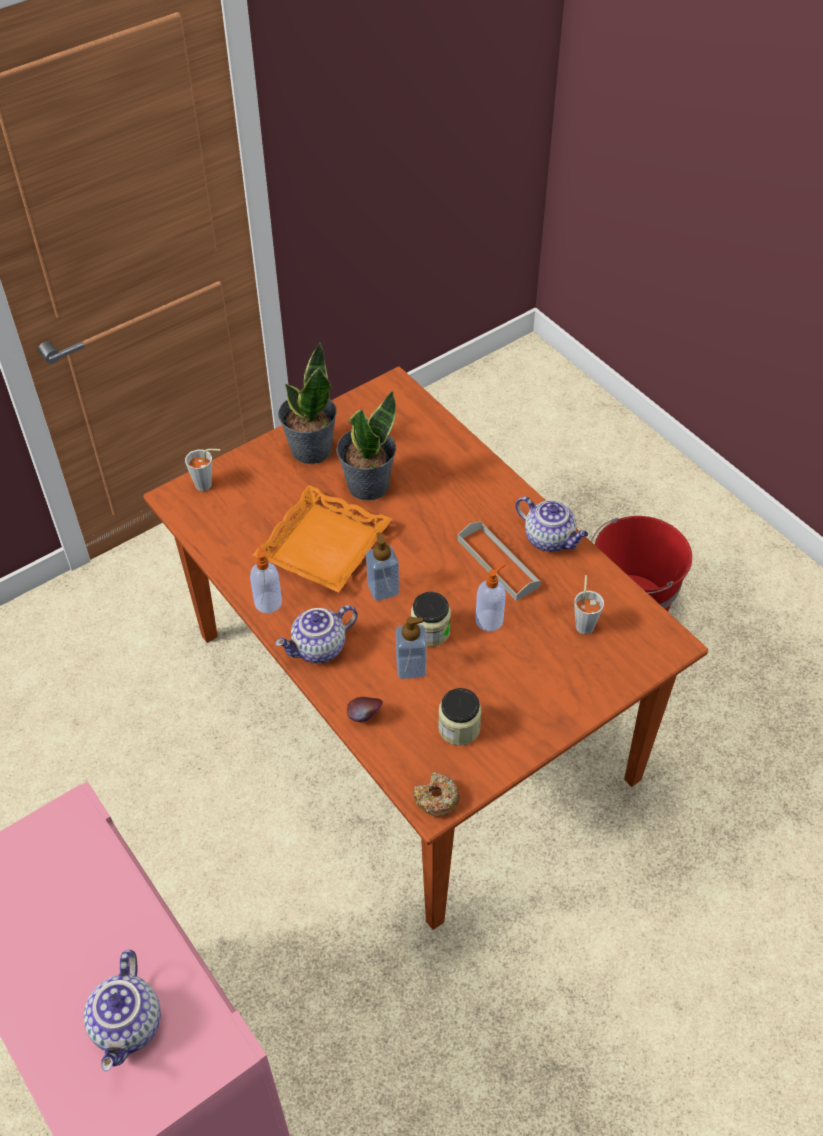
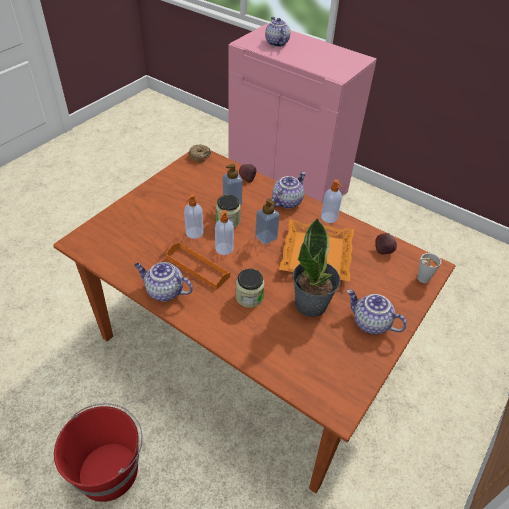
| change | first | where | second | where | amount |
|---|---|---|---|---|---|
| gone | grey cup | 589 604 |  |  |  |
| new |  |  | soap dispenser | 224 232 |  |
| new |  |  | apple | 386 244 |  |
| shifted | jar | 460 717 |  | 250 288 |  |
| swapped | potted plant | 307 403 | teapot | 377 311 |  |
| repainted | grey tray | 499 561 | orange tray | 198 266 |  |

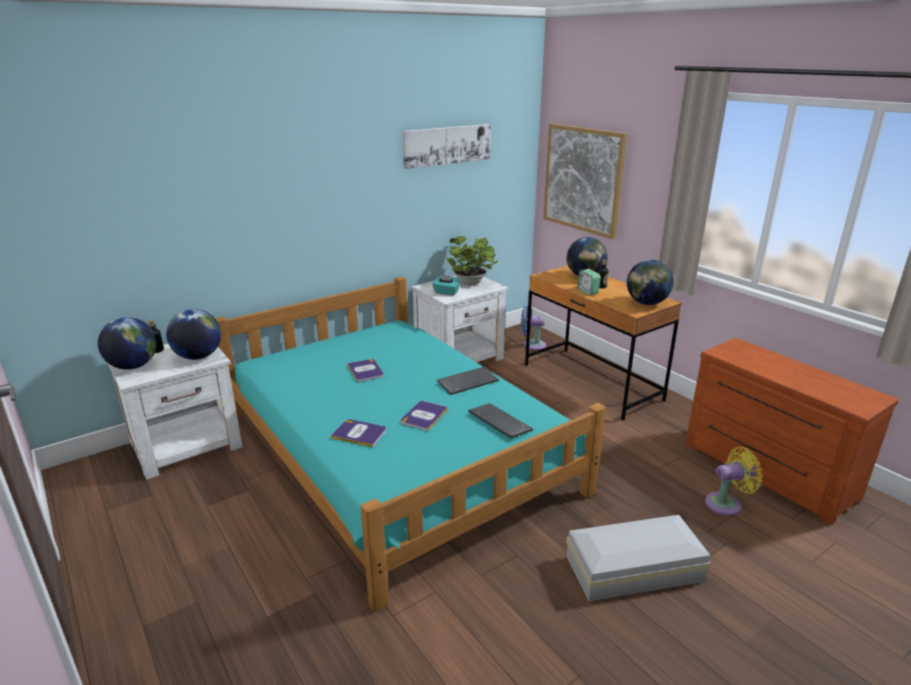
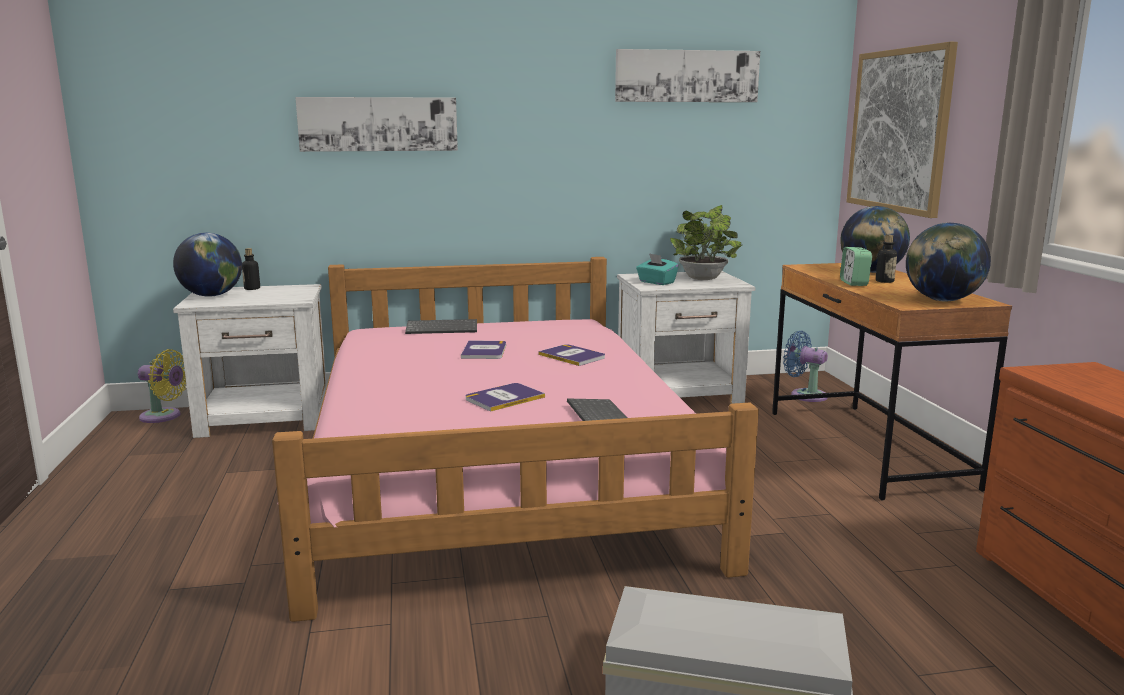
| change | first | where | second | where | amount |
|---|---|---|---|---|---|
| gone | globe | 193 334 |  |  |  |
| new |  |  | picture | 376 124 |  |
| shifted | book | 358 433 |  | 571 355 |  |
| shifted | keyboard | 468 380 |  | 441 326 |  |
| shifted | yellow fan | 734 481 |  | 162 386 |  |
| repainted | turquoise bed | 410 444 | pink bed | 515 439 |  |

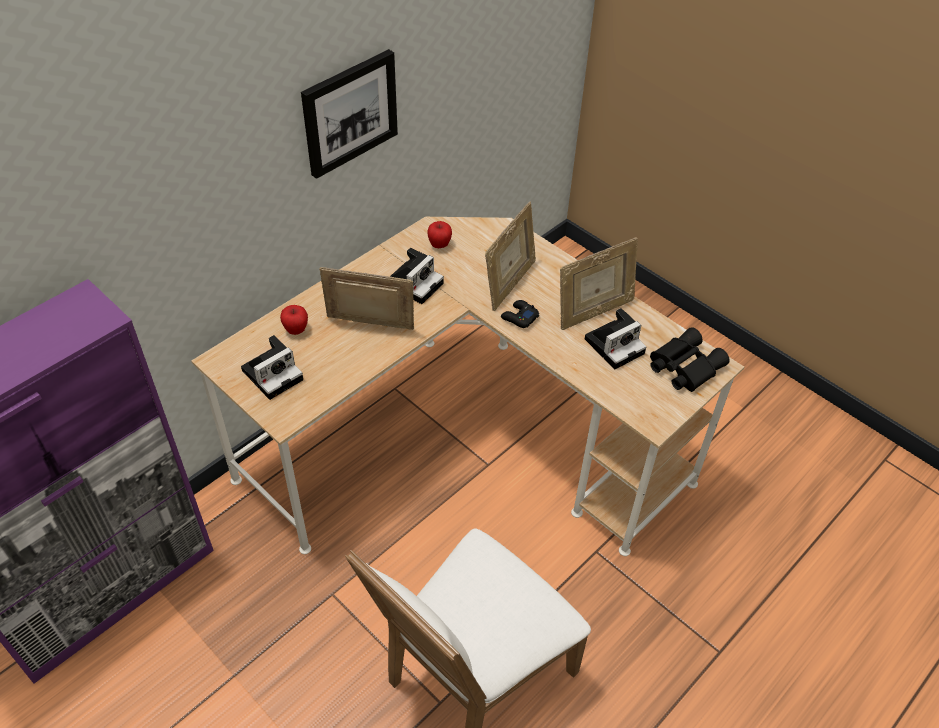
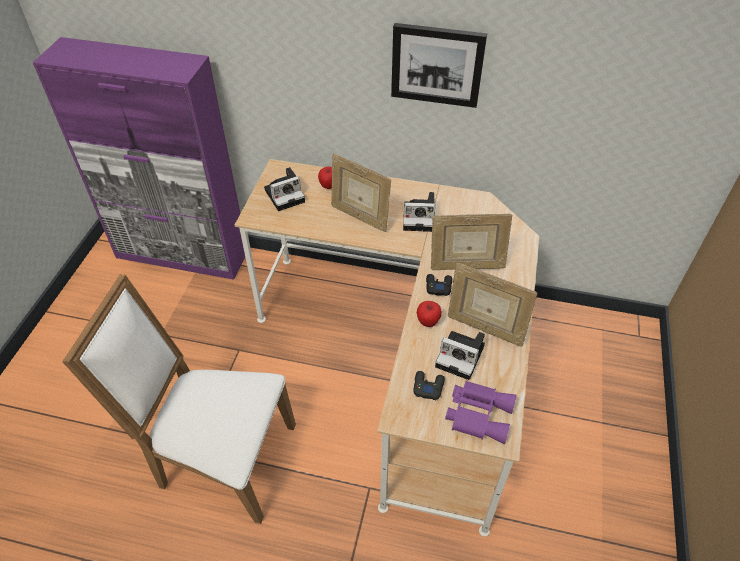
| change | first | where | second | where | amount |
|---|---|---|---|---|---|
| new |  |  | black game controller | 429 385 |  |
| shifted | apple | 440 234 |  | 429 314 |  |
| repainted | black binoculars | 690 359 | purple binoculars | 481 412 |  |
| rotated | photo camera | 272 367 |  | 284 189 | 45 degrees counterclockwise |
| rotated | picture frame | 366 298 |  | 361 192 | 150 degrees clockwise |

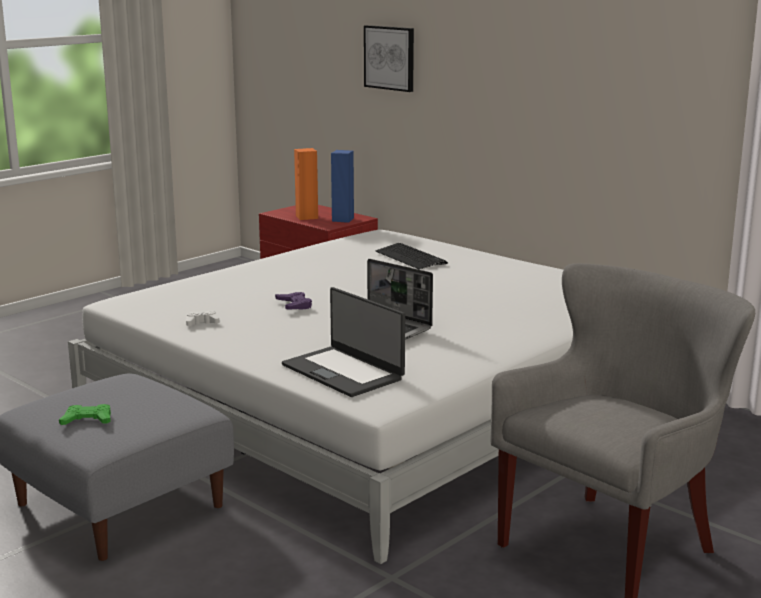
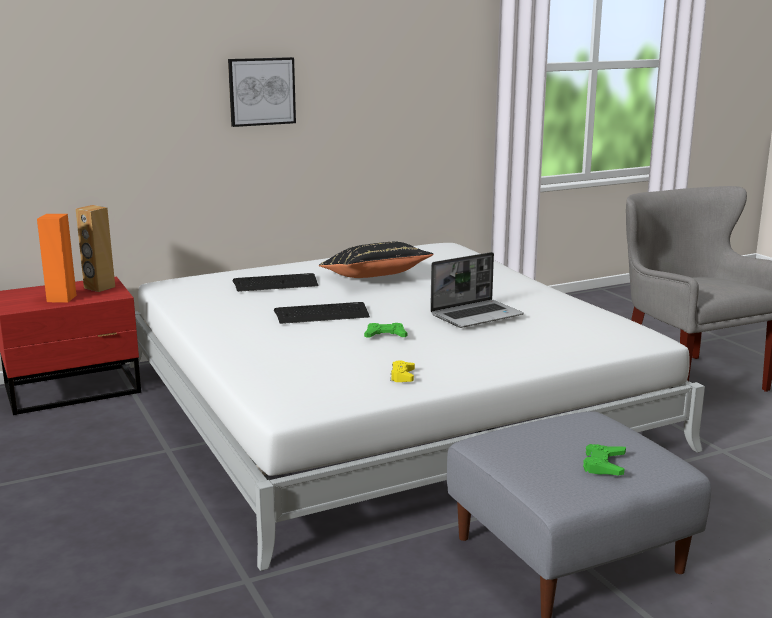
| change | first | where | second | where | amount |
|---|---|---|---|---|---|
| gone | laptop | 343 342 |  |  |  |
| new |  |  | keyboard | 322 313 |  |
| new |  |  | black pillow | 376 259 |  |
| shifted | picture | 389 58 |  | 262 92 |  |
| repainted | white game controller | 202 318 | yellow game controller | 402 371 |  |
| repainted | purple game controller | 293 301 | green game controller | 385 330 |  |
| repainted | blue speaker | 342 186 | brown speaker | 95 248 |  |

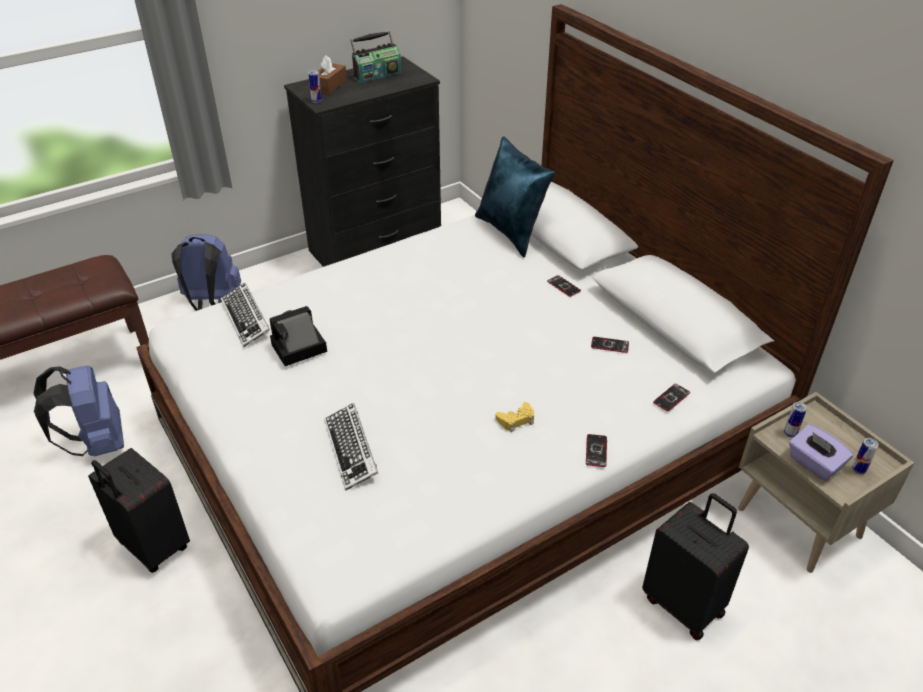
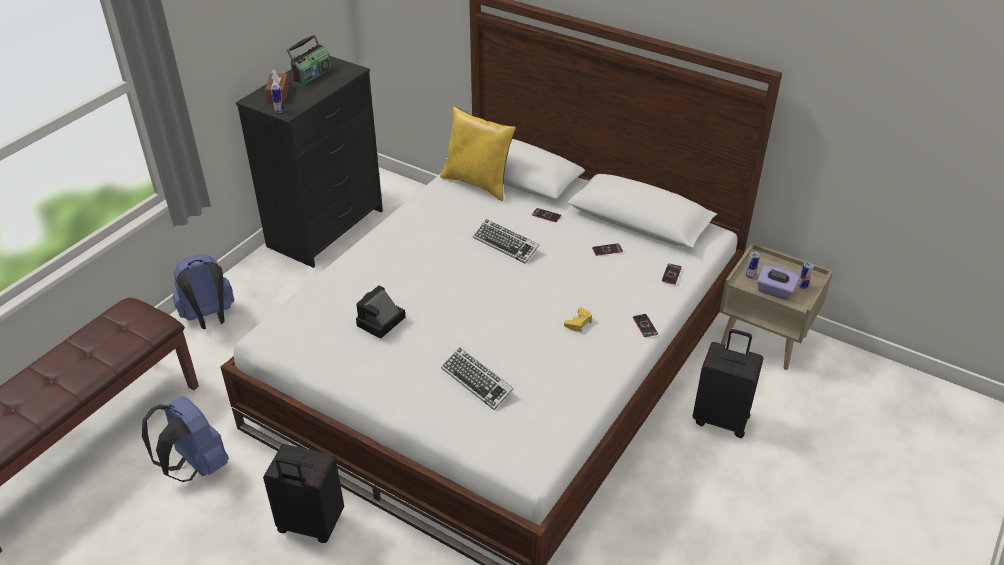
| change | first | where | second | where | amount |
|---|---|---|---|---|---|
| shifted | keyboard | 245 315 |  | 506 241 |  |
| repainted | blue pillow | 515 197 | yellow pillow | 478 153 |  |

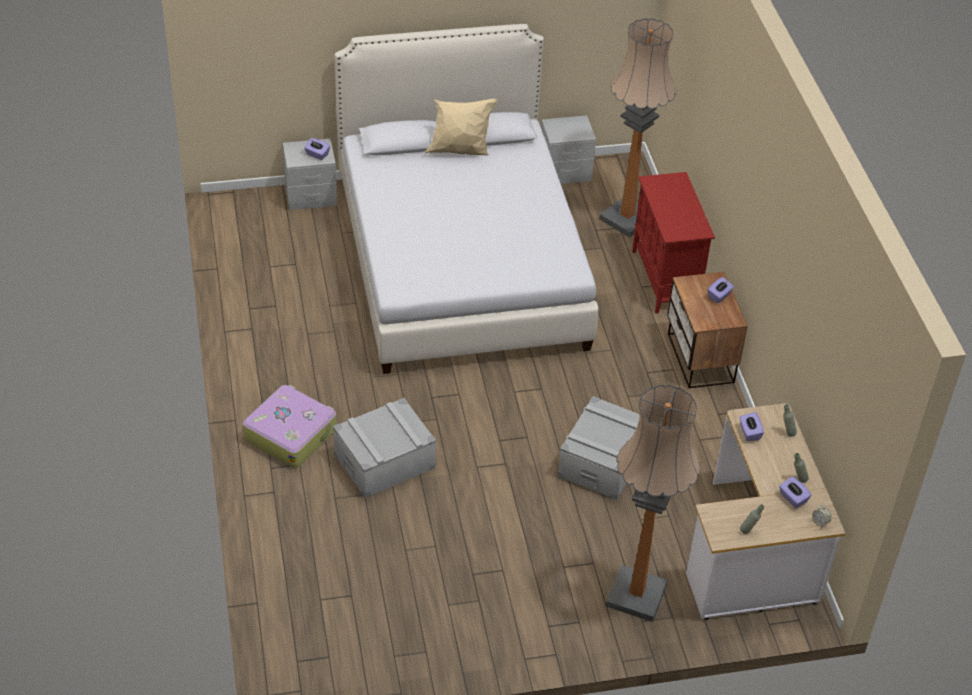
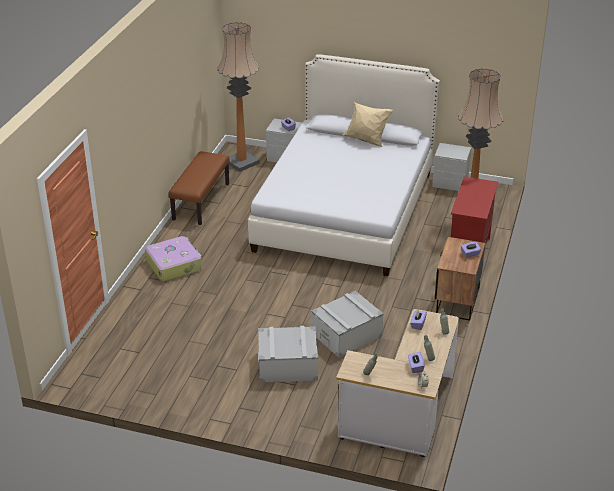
| change | first | where | second | where | amount |
|---|---|---|---|---|---|
| new |  |  | brown bench | 199 188 |  |
| shifted | grey storage box | 384 448 |  | 288 354 |  |
| shifted | floor lamp | 653 503 |  | 238 97 |  |

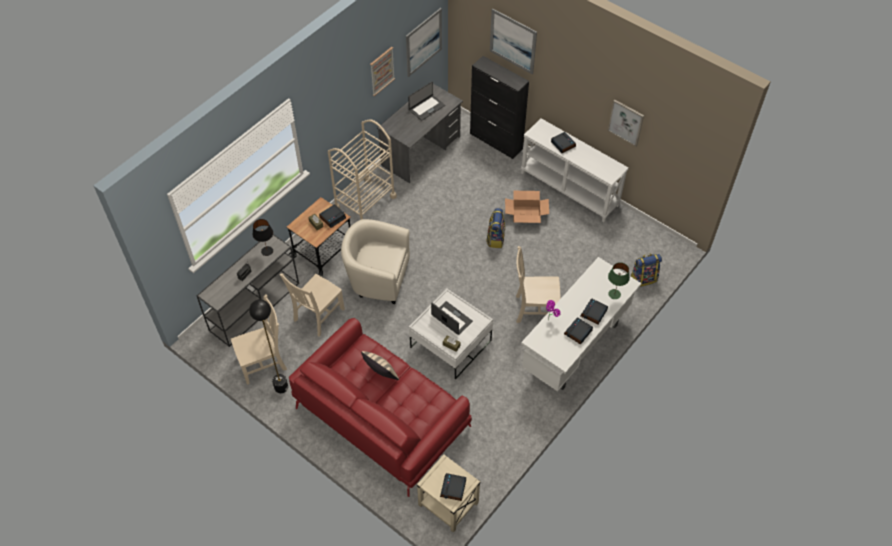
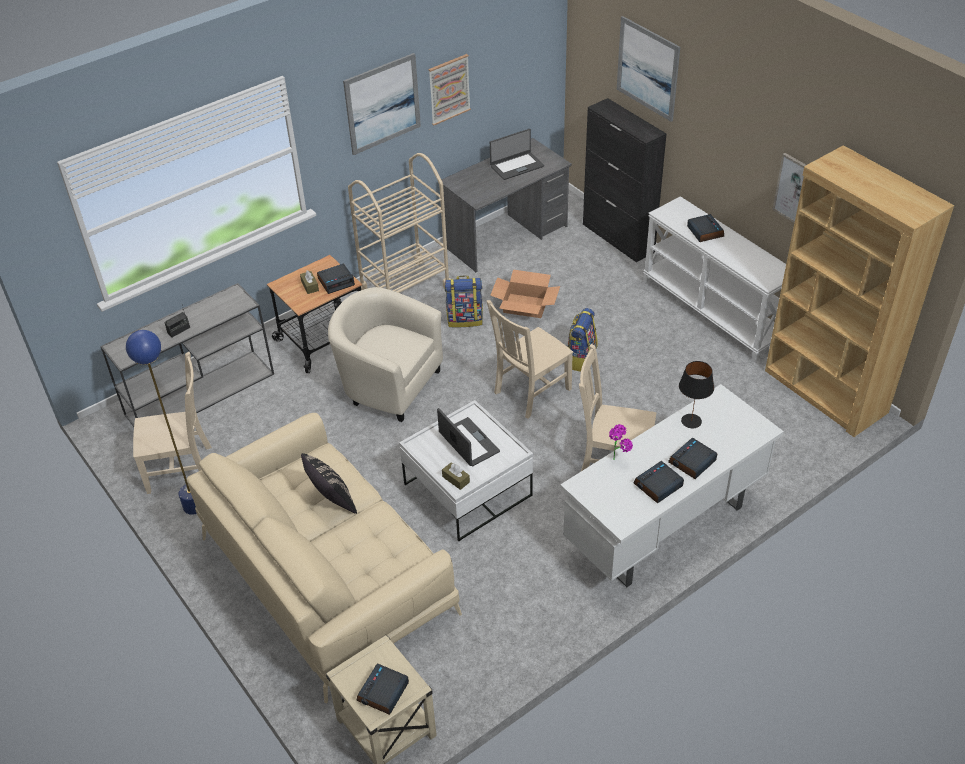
| change | first | where | second | where | amount |
|---|---|---|---|---|---|
| gone | green table lamp | 619 280 |  |  |  |
| new |  |  | brown bookcase | 859 291 |  |
| shifted | black table lamp | 263 237 |  | 696 394 |  |
| shifted | beige chair | 312 305 |  | 530 359 |  |
| shifted | picture | 424 42 |  | 382 104 |  |
| shifted | cardboard box | 527 207 |  | 525 294 |  |
| shifted | backpack | 646 270 |  | 464 301 |  |
| repainted | black floor lamp | 268 346 | blue floor lamp | 161 422 |  |
| repainted | red sofa | 380 407 | beige sofa | 324 558 |  |
| repainted | beige pillow | 380 365 | black pillow | 329 483 |  |

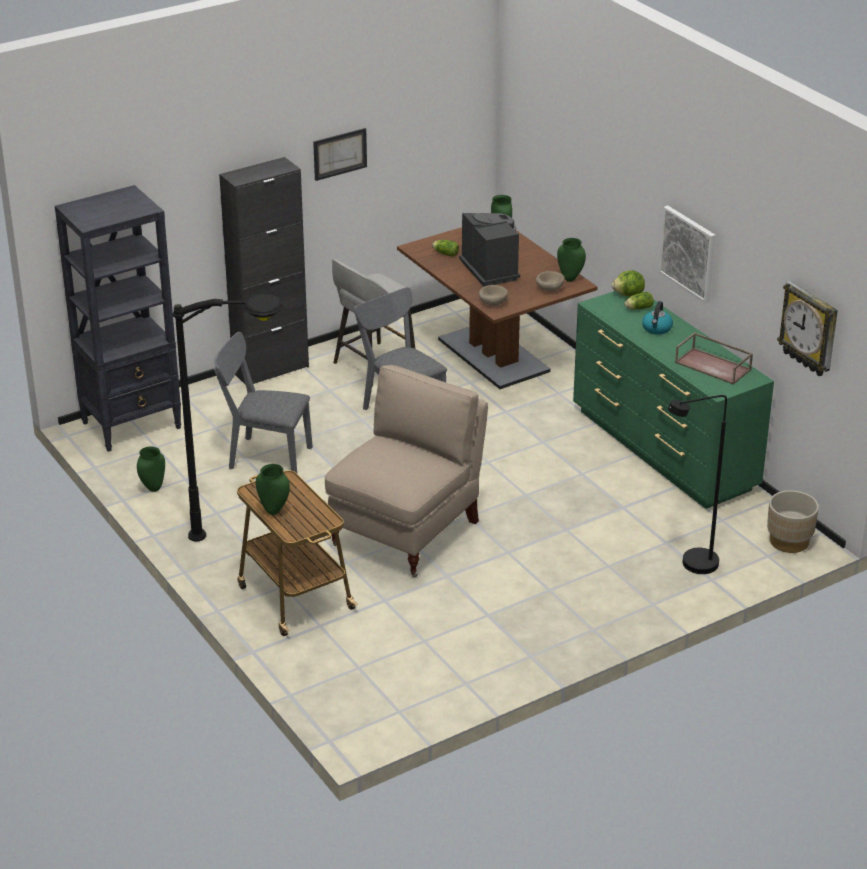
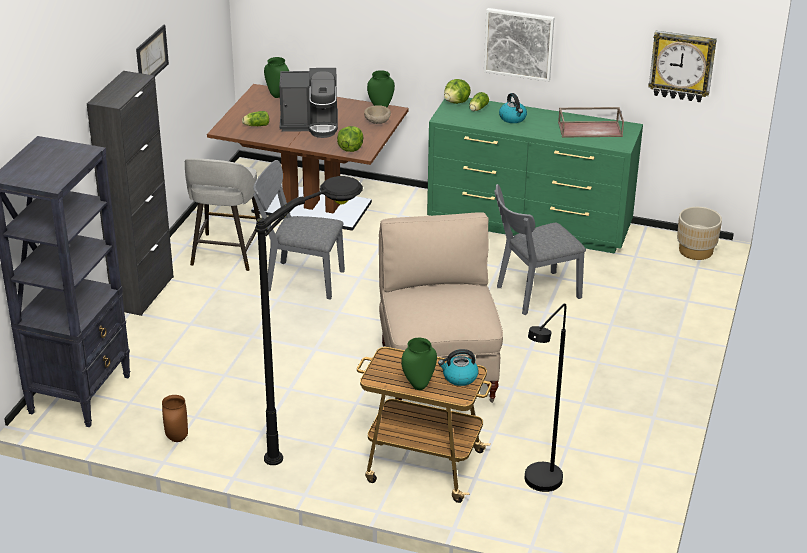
| change | first | where | second | where | amount |
|---|---|---|---|---|---|
| new |  |  | kettle | 458 367 |  |
| shifted | grey chair | 263 402 |  | 540 249 |  |
| shifted | black floor lamp | 697 484 |  | 545 398 |  |
| swapped | beige bowl | 493 295 | lettuce | 350 139 |  |
| repainted | green vase | 151 469 | brown vase | 175 418 |  |
| rotated | coffee machine | 489 250 |  | 308 103 | 150 degrees clockwise |

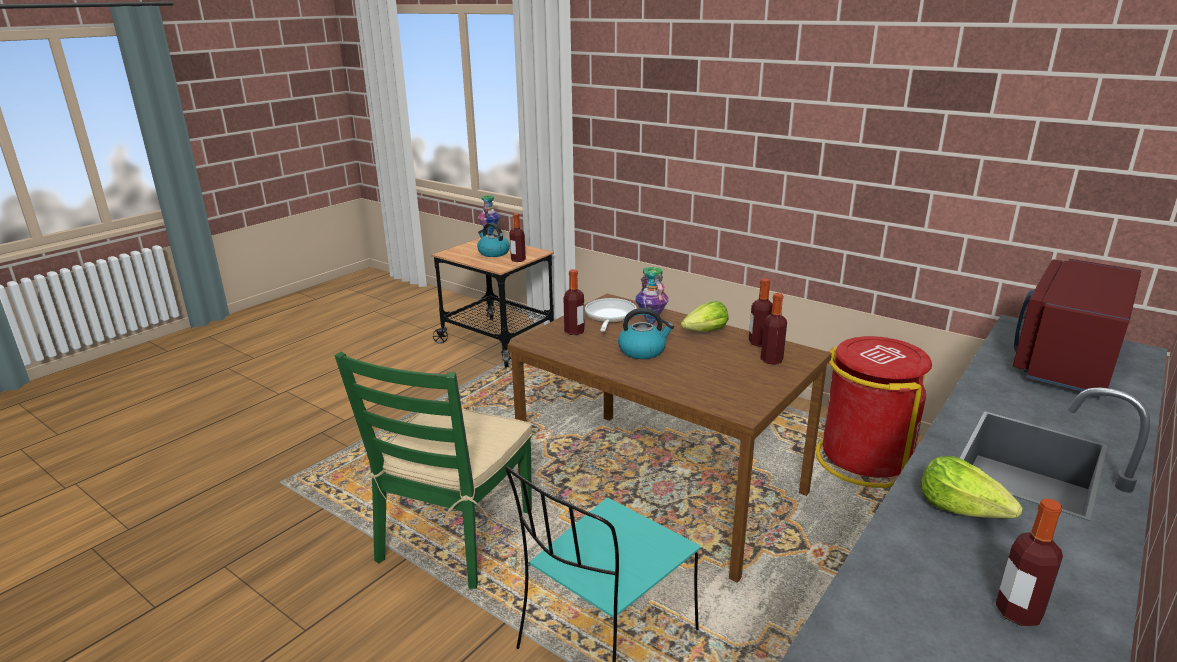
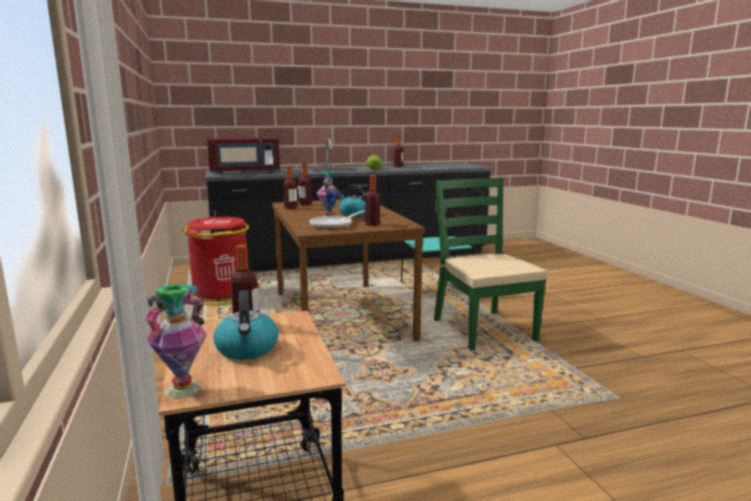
| change | first | where | second | where | amount |
|---|---|---|---|---|---|
| gone | lettuce | 705 316 |  |  |  |
| rotated | green chair | 433 470 |  | 489 264 | 75 degrees counterclockwise |

